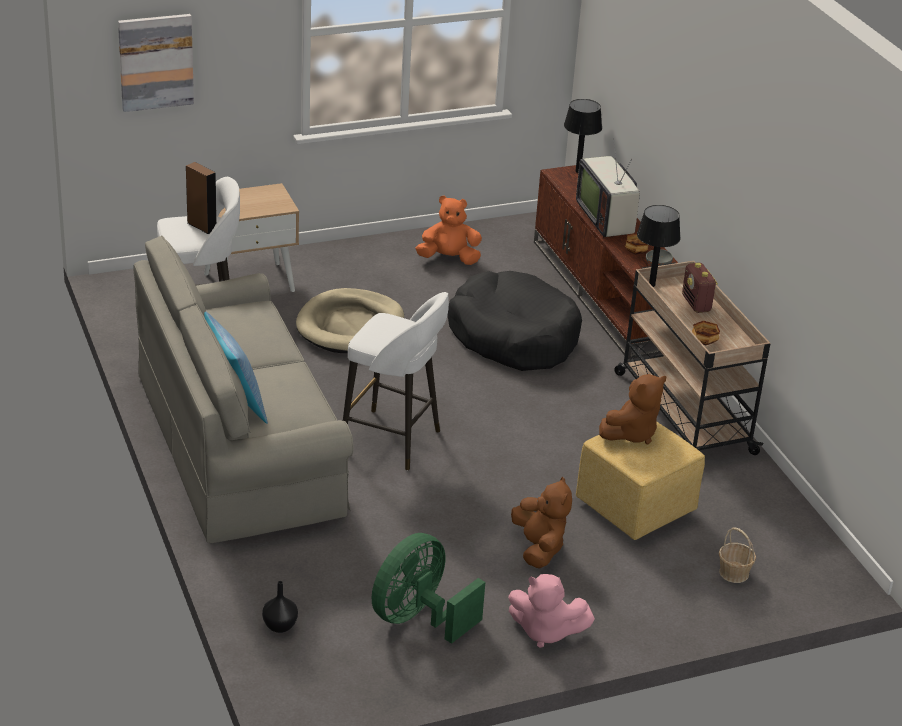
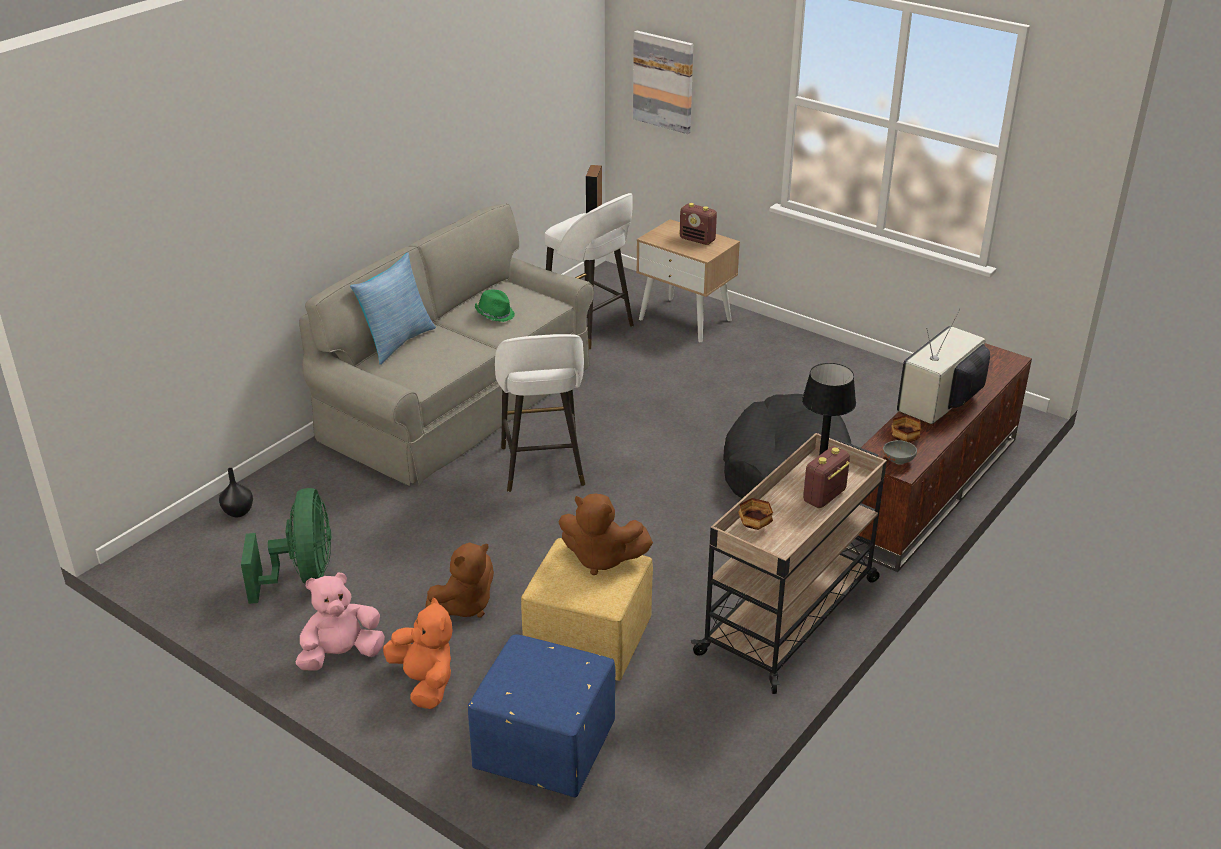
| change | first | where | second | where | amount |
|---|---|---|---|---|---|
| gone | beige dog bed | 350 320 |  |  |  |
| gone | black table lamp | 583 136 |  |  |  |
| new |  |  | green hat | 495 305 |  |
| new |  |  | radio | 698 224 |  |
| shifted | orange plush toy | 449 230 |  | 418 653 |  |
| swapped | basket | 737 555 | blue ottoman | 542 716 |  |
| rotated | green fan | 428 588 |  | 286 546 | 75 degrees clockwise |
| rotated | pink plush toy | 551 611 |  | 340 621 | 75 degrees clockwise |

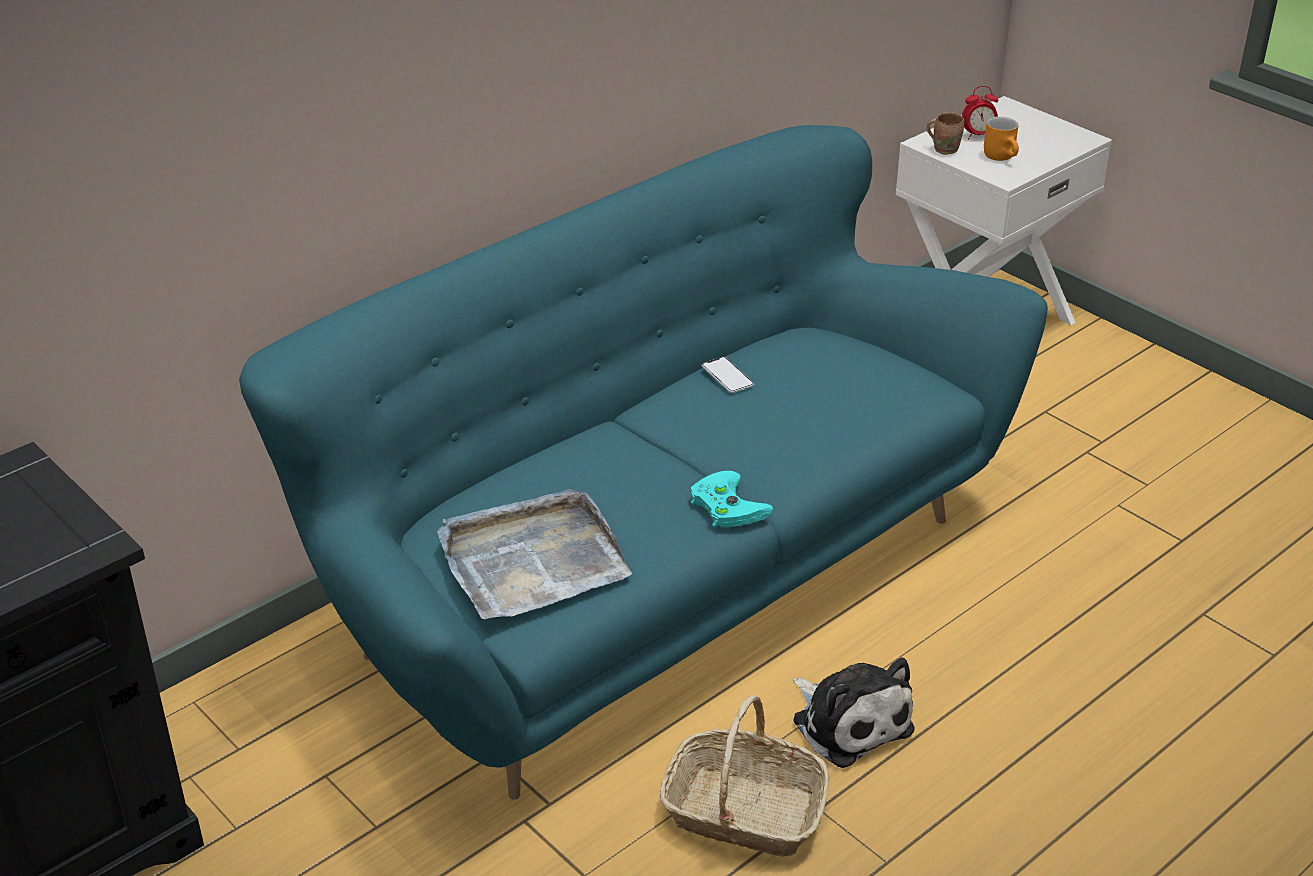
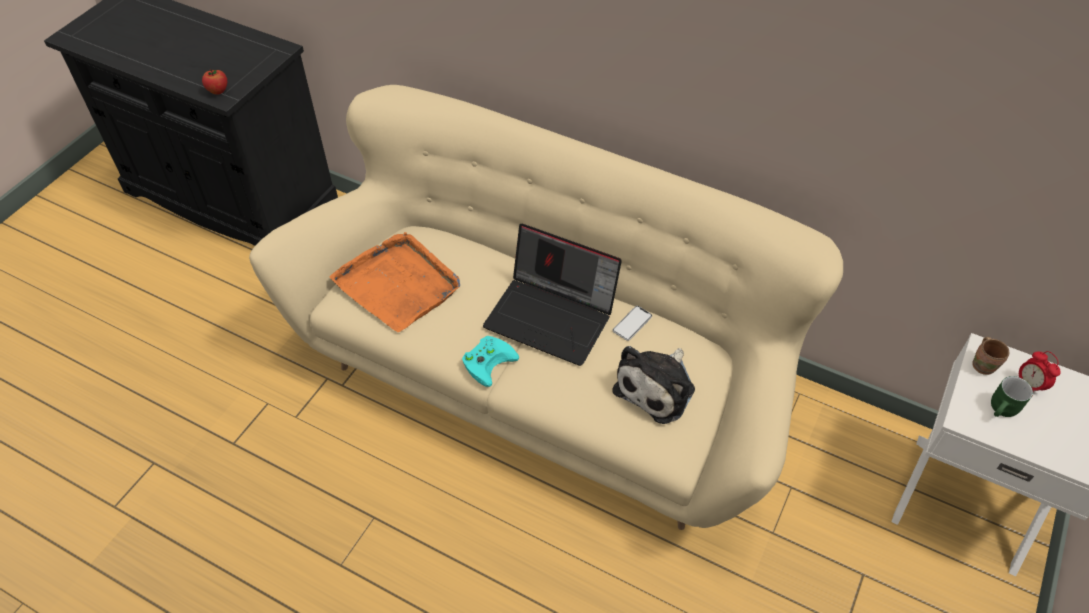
| change | first | where | second | where | amount |
|---|---|---|---|---|---|
| gone | basket | 745 776 |  |  |  |
| new |  |  | apple | 214 82 |  |
| new |  |  | laptop | 552 295 |  |
| shifted | plush toy | 854 713 |  | 653 385 |  |
| repainted | turquoise sofa | 643 462 | beige sofa | 546 307 |  |
| repainted | grey tray | 534 554 | orange tray | 395 282 |  |
| repainted | orange mug | 1001 139 | green mug | 1012 396 |  |

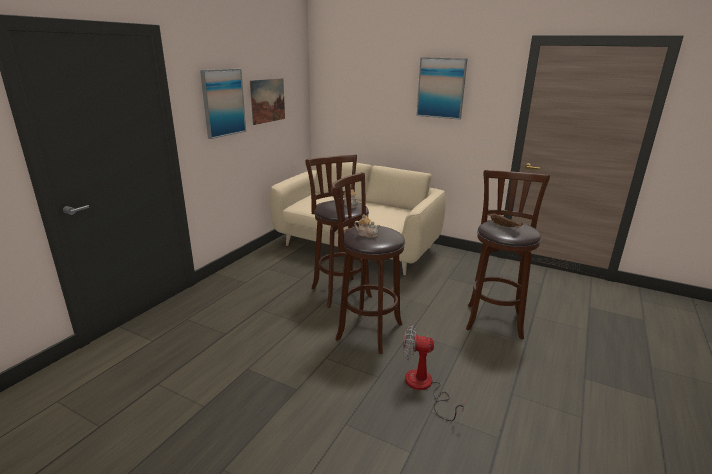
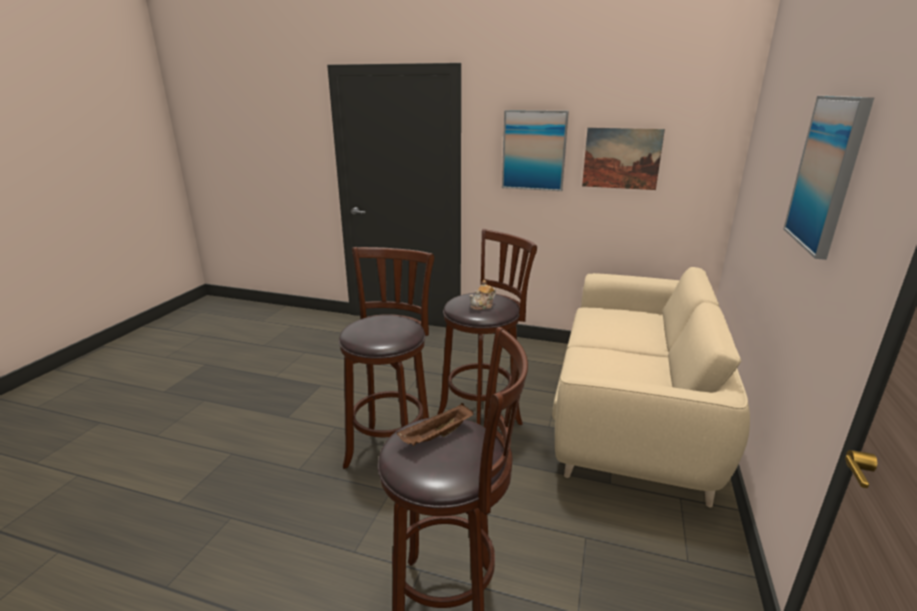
| change | first | where | second | where | amount |
|---|---|---|---|---|---|
| gone | teapot | 367 226 |  |  |  |
| gone | fan | 433 373 |  |  |  |

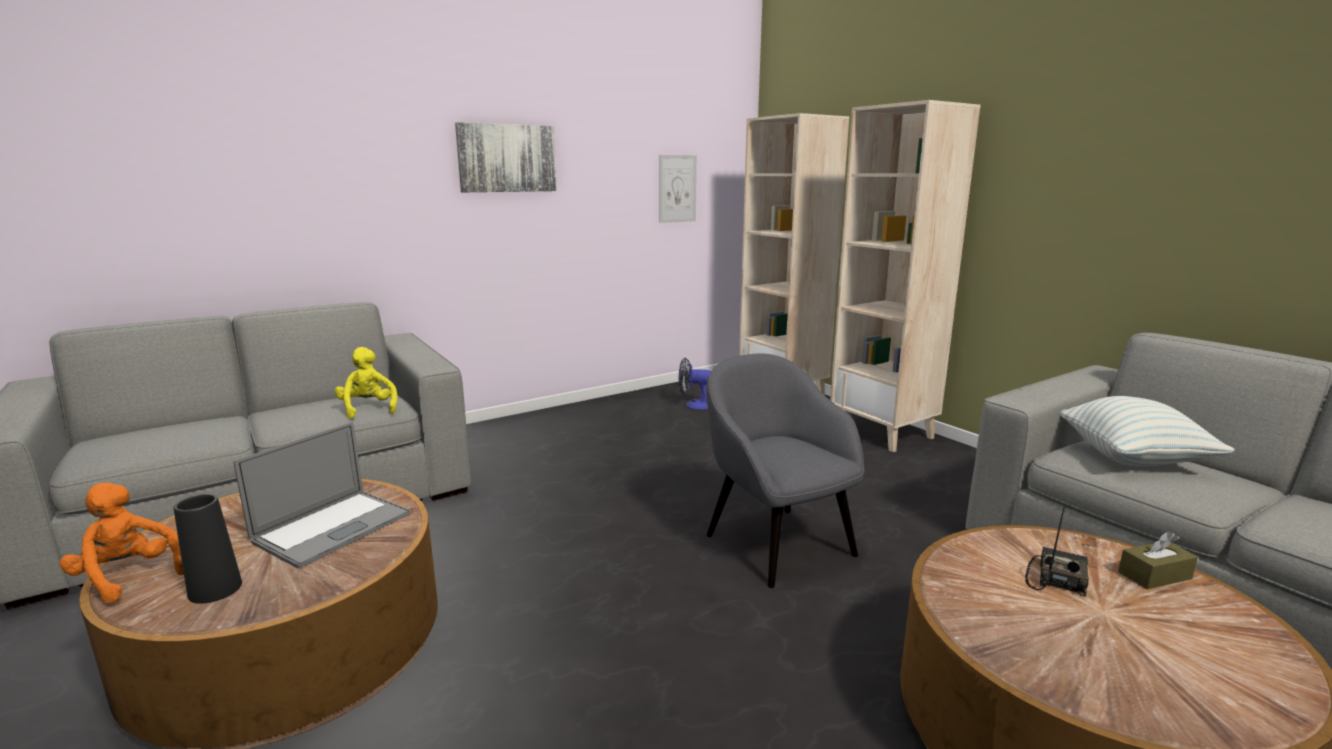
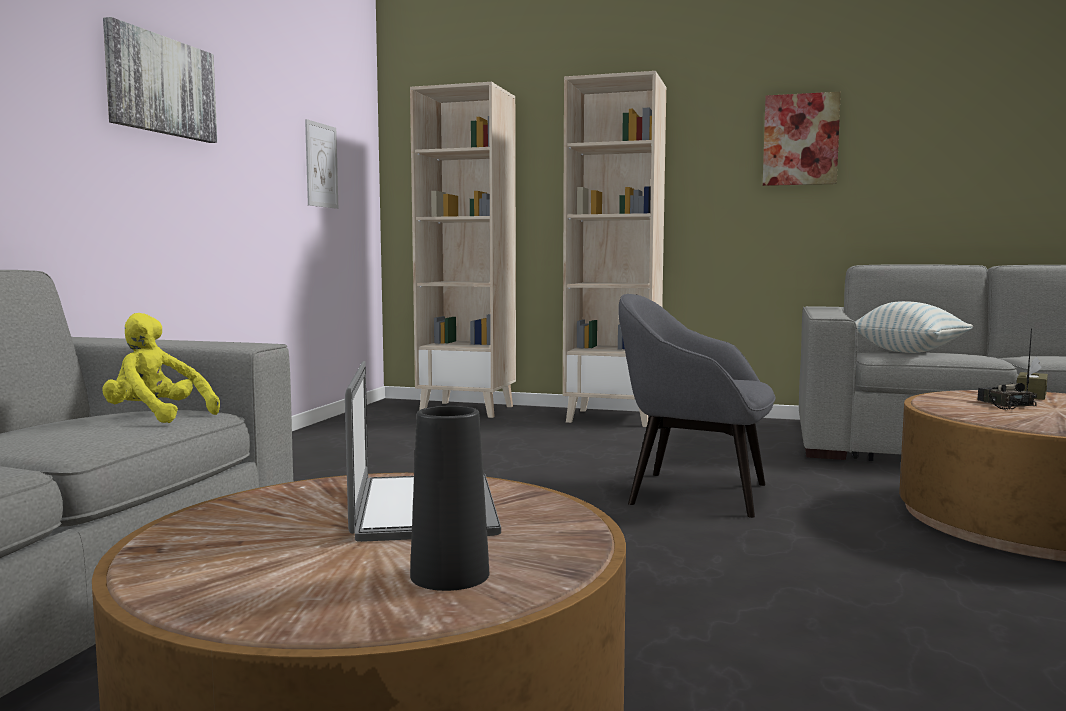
| change | first | where | second | where | amount |
|---|---|---|---|---|---|
| gone | orange plush toy | 121 543 |  |  |  |
| gone | fan | 695 384 |  |  |  |
| new |  |  | picture | 802 139 |  |

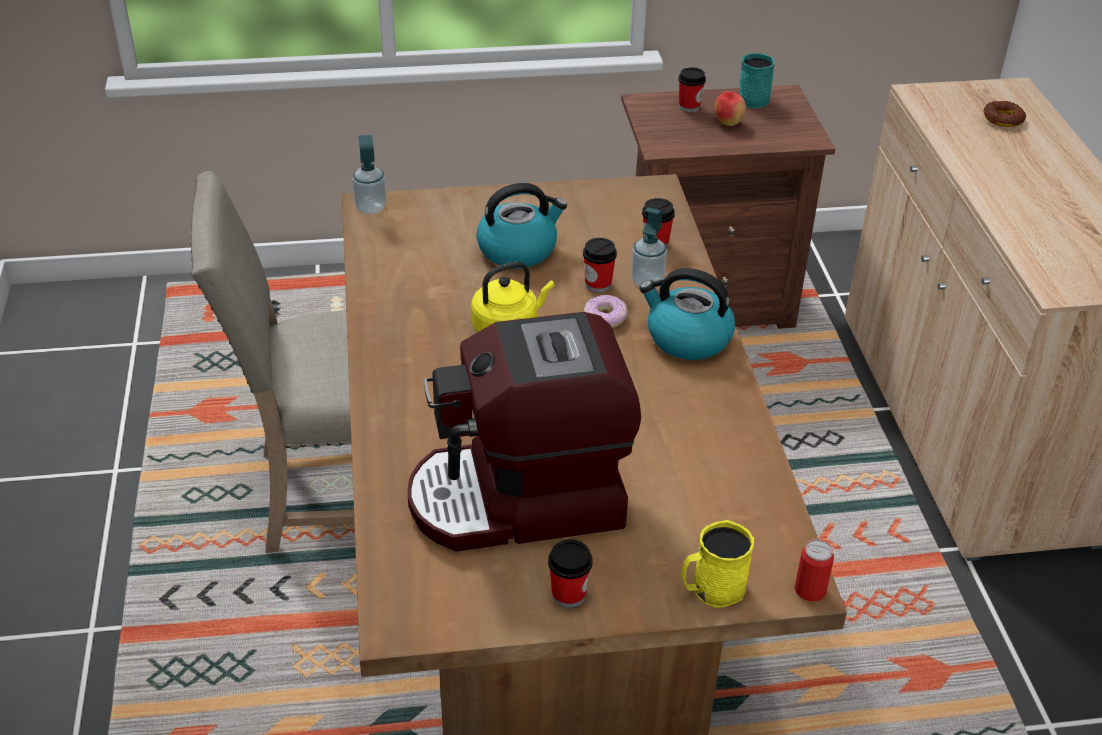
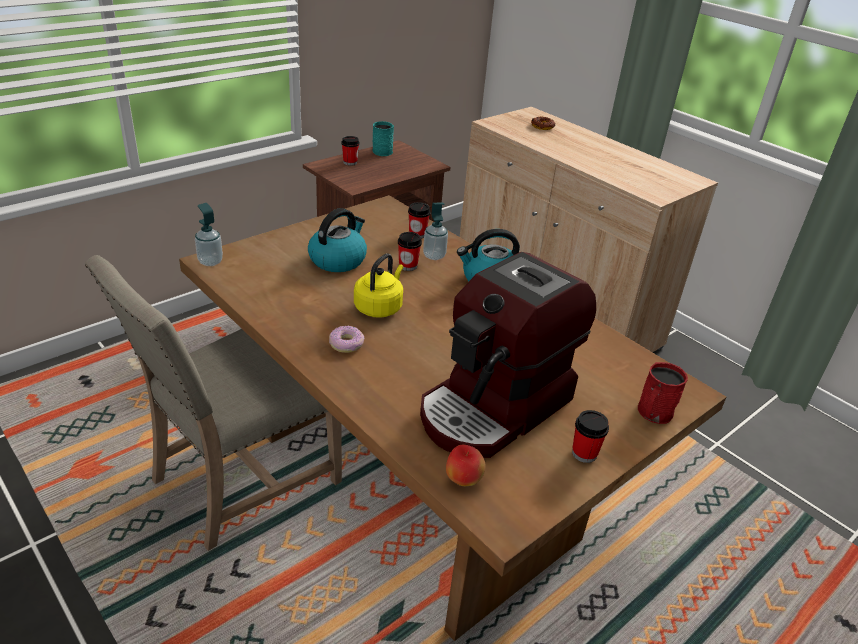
| change | first | where | second | where | amount |
|---|---|---|---|---|---|
| gone | can | 814 570 |  |  |  |
| shifted | donut | 605 311 |  | 346 339 |  |
| shifted | apple | 730 108 |  | 466 465 |  |
| repainted | yellow mug | 717 564 | red mug | 663 393 |  |

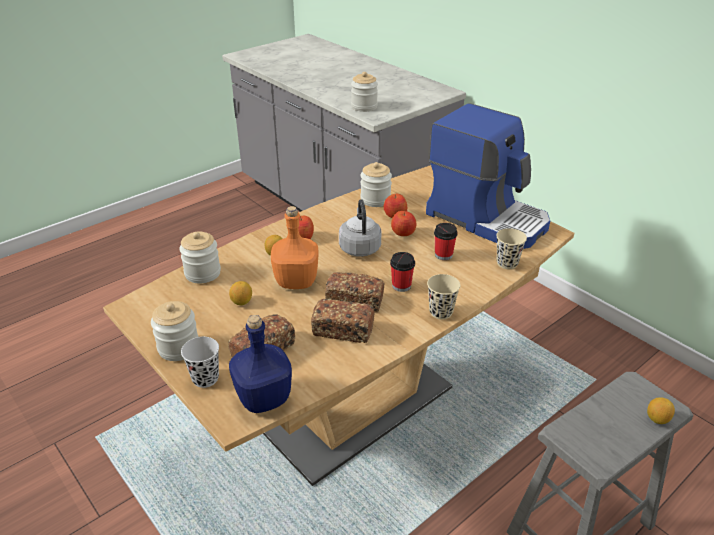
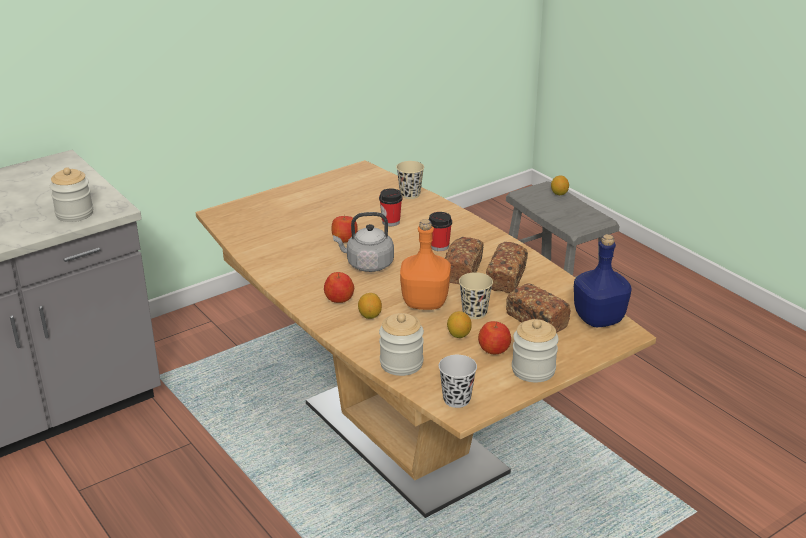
| change | first | where | second | where | amount |
|---|---|---|---|---|---|
| gone | jar | 376 184 |  |  |  |
| gone | coffee machine | 488 176 |  |  |  |
| shifted | black cup | 200 362 |  | 458 381 |  |
| shifted | apple | 395 206 |  | 494 337 |  |
| shifted | beige cup | 443 296 |  | 476 295 |  |

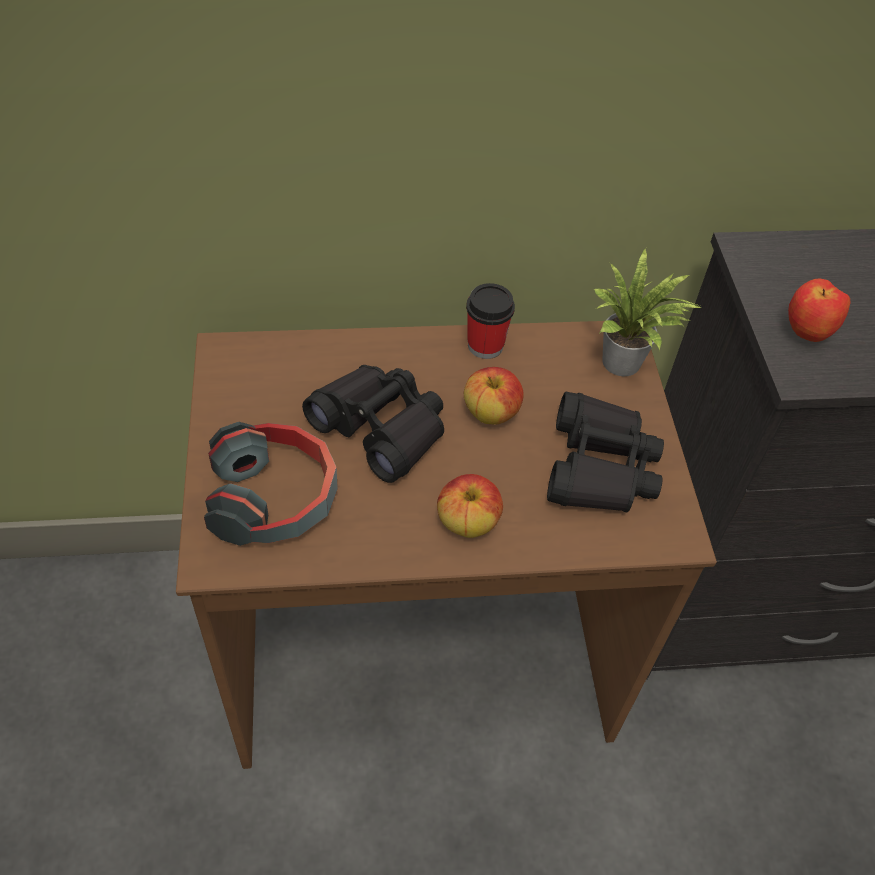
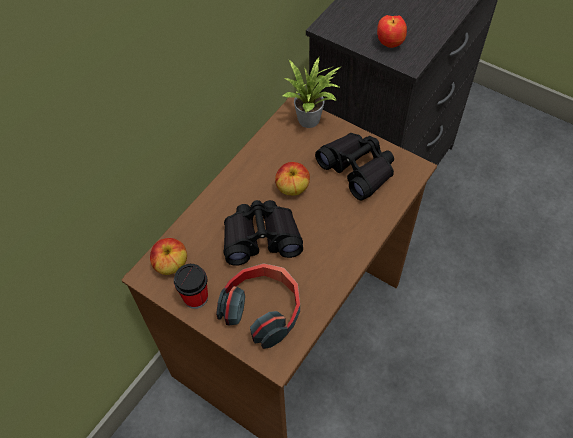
| change | first | where | second | where | amount |
|---|---|---|---|---|---|
| shifted | apple | 470 506 |  | 168 256 |  |
| shifted | cup | 490 321 |  | 191 286 |  |

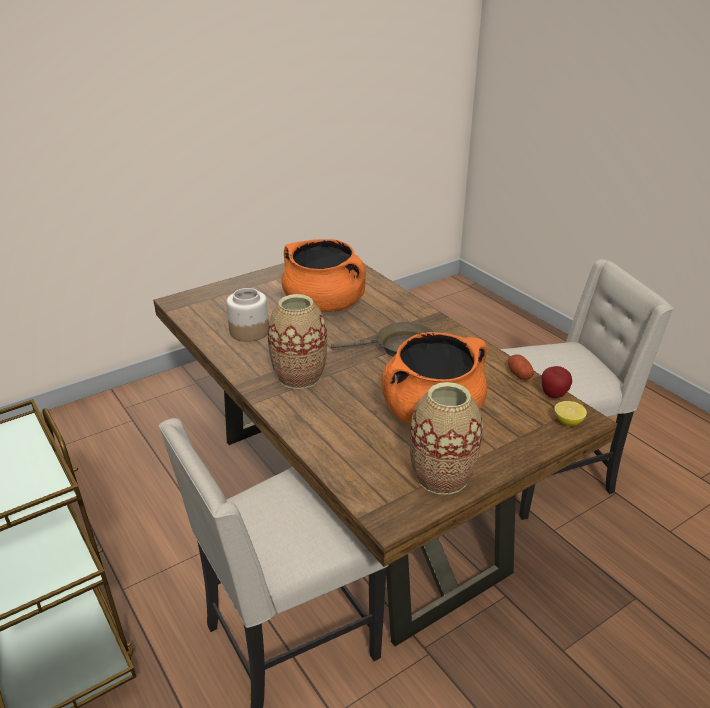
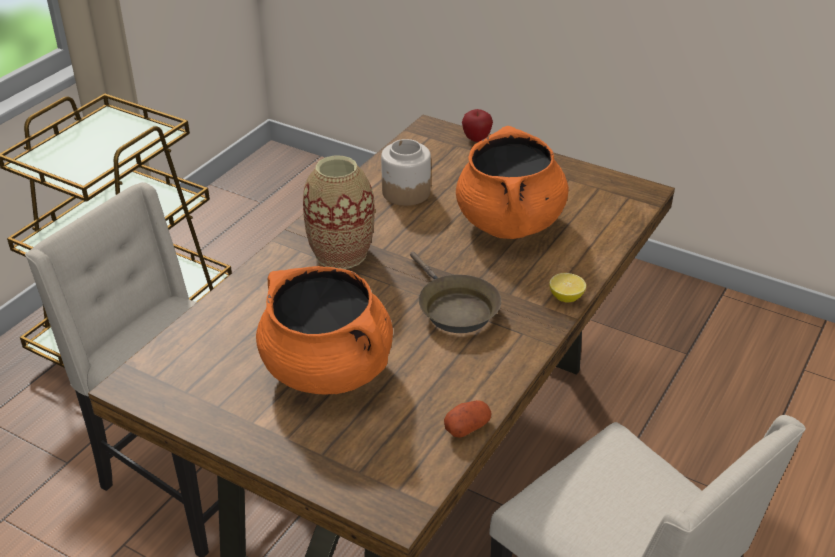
| change | first | where | second | where | amount |
|---|---|---|---|---|---|
| gone | vase | 446 438 |  |  |  |
| shifted | apple | 557 382 |  | 477 125 |  |
| shifted | lemon | 570 413 |  | 567 287 |  |

